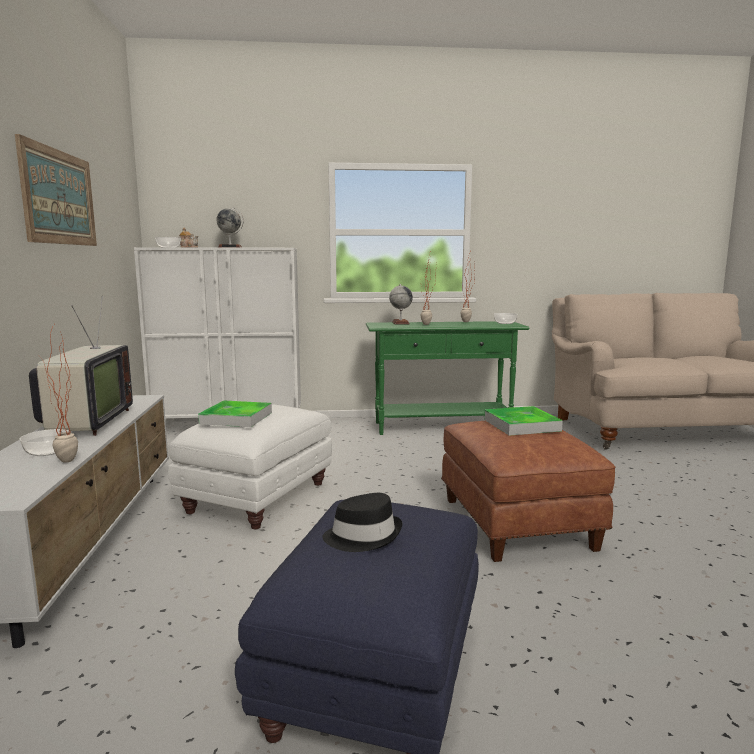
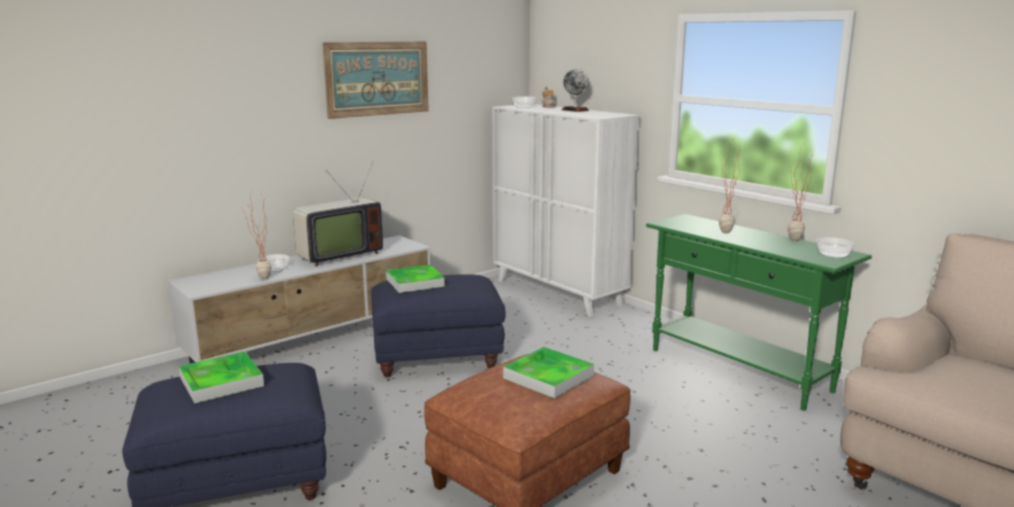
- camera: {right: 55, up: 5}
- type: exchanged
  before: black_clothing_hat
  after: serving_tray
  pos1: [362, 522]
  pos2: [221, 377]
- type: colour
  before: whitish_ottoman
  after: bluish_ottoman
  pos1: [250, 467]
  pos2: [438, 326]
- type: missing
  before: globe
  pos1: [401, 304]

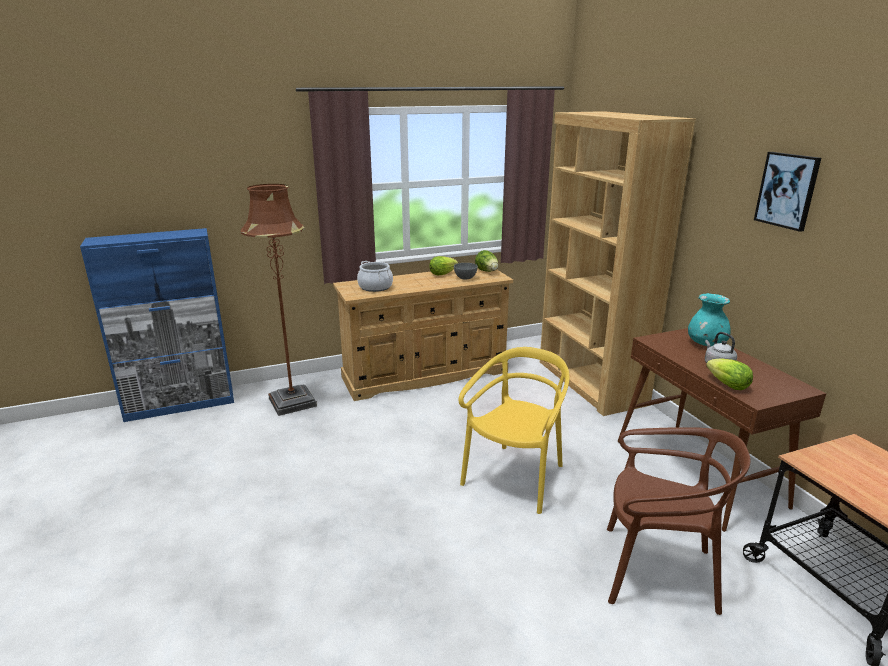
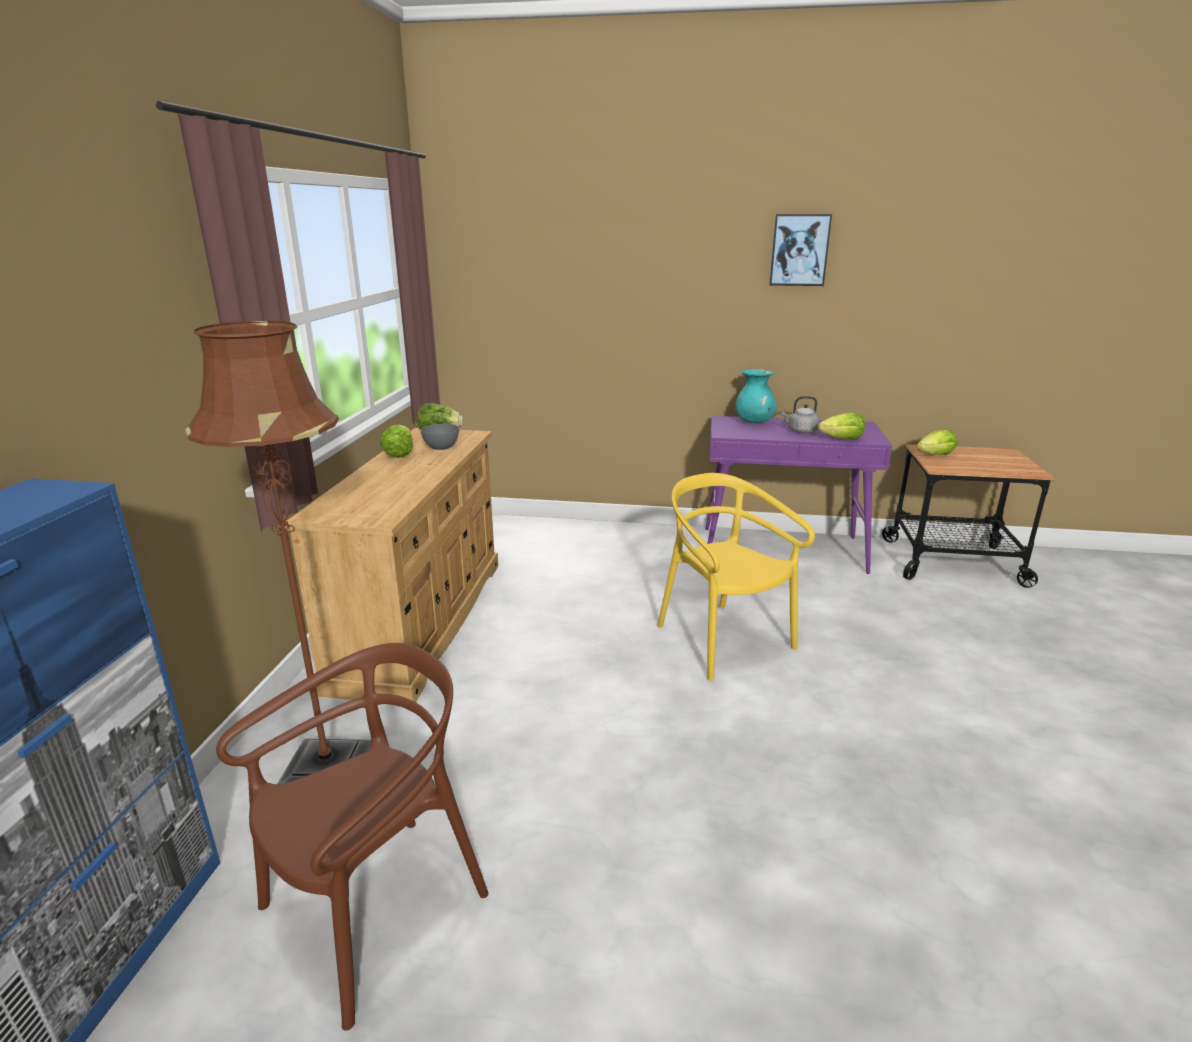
- camera: {right: -60, up: 0}
- type: relocated
  before: brownish_plain_chair
  pos1: [679, 521]
  pos2: [352, 837]
- type: colour
  before: brownish_hall_table
  after: purplish_hall_table
  pos1: [722, 430]
  pos2: [798, 495]
- type: appeared
  after: lettuce
  pos2: [937, 442]
- type: missing
  before: cooking_pot
  pos1: [375, 276]
- type: missing
  before: brownish_shelving_unit
  pos1: [618, 263]

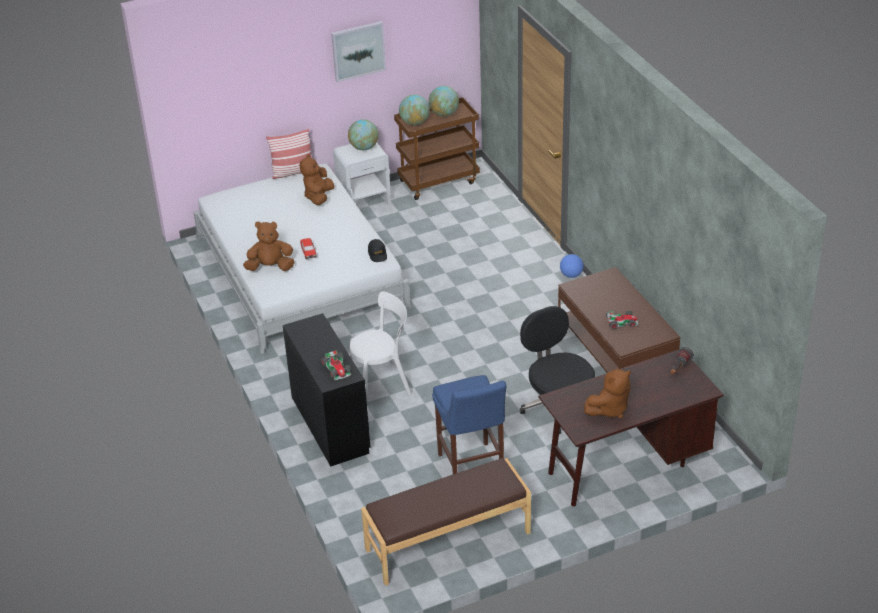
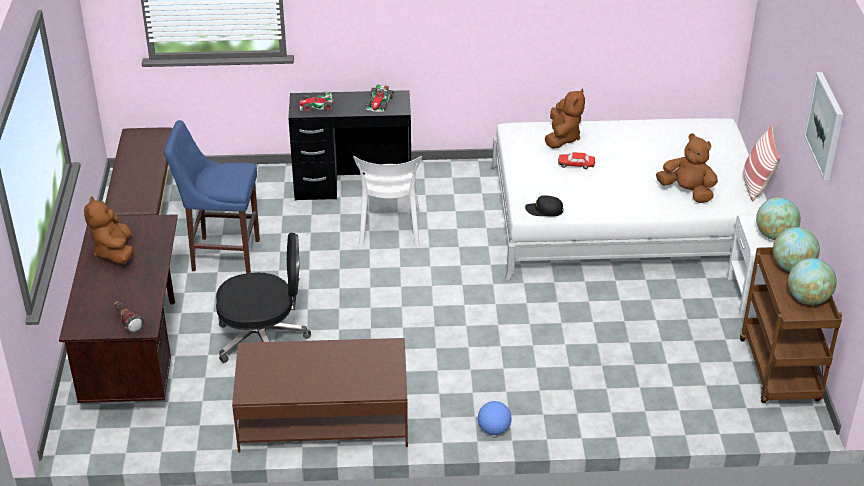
- camera: {right: 110, up: 0}
- type: relocated
  before: model_car
  pos1: [622, 320]
  pos2: [380, 98]

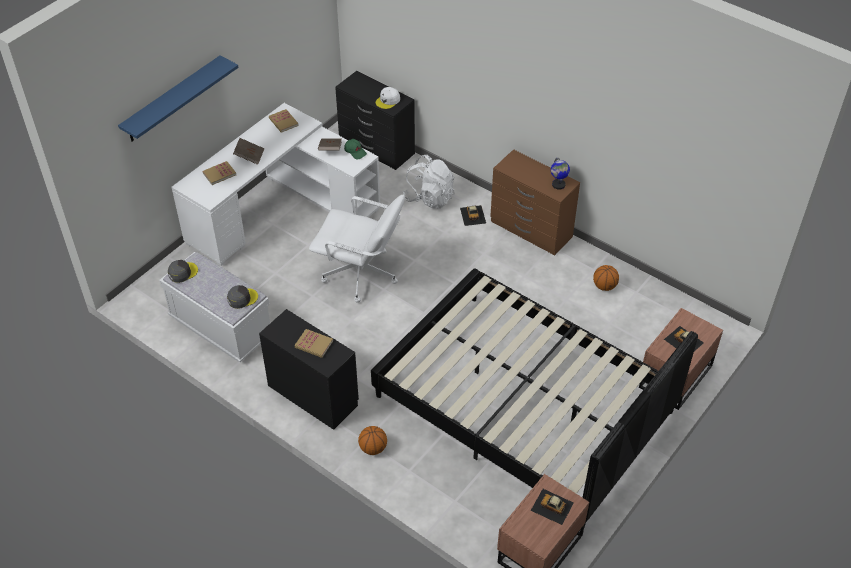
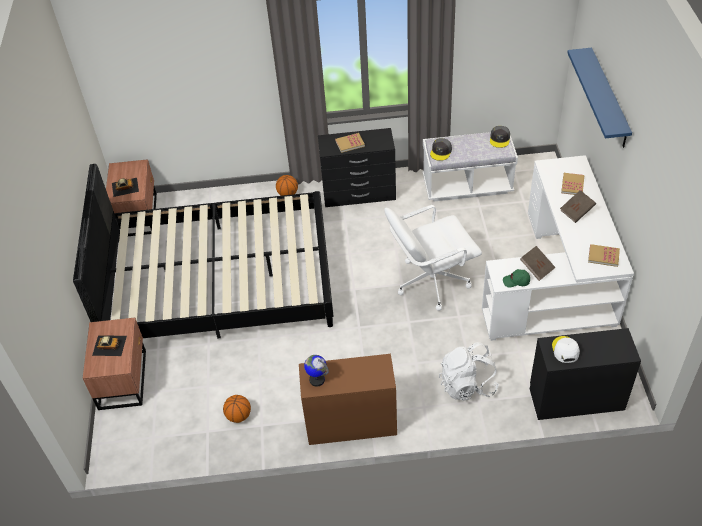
- camera: {right: 140, up: 0}
- type: missing
  before: model_car
  pos1: [473, 215]

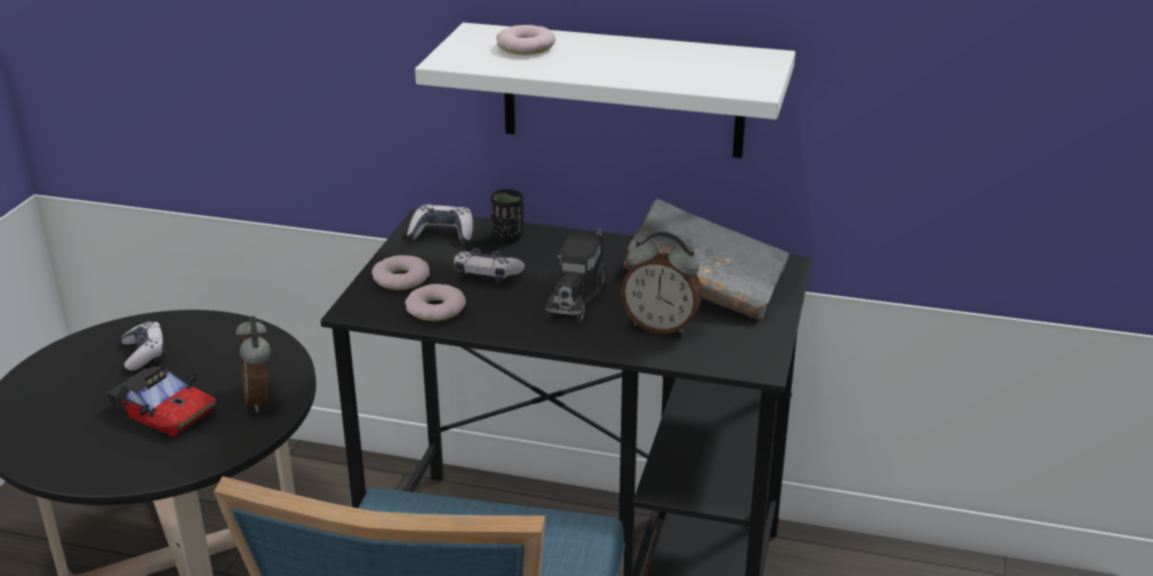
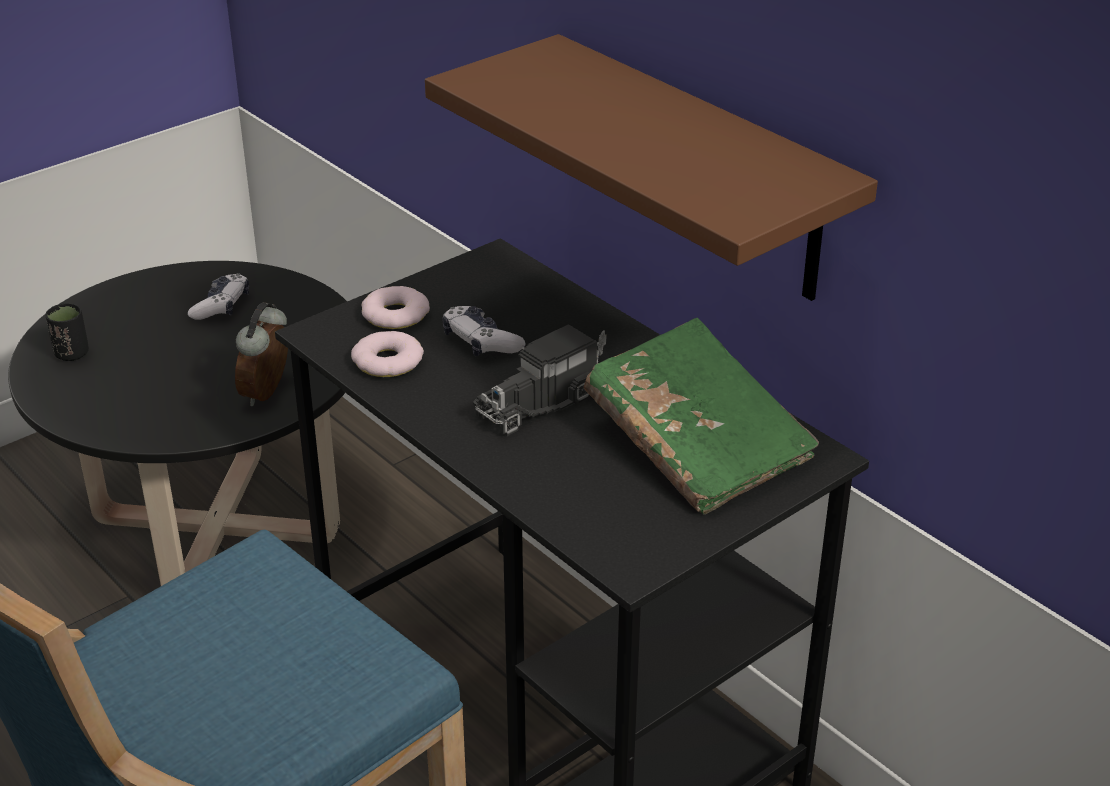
- camera: {right: 35, up: 5}
- type: relocated
  before: black_drinking_cup
  pos1: [507, 215]
  pos2: [67, 332]
- type: colour
  before: whitish_shelf
  after: brownish_shelf
  pos1: [605, 90]
  pos2: [651, 167]
- type: colour
  before: gray_bound_book
  after: green_bound_book
  pos1: [706, 259]
  pos2: [701, 416]
- type: missing
  before: model_car
  pos1: [161, 401]
- type: missing
  before: gamepad
  pos1: [440, 224]
- type: missing
  before: ring_doughnut
  pos1: [526, 40]
- type: missing
  before: alarm_clock
  pos1: [661, 283]

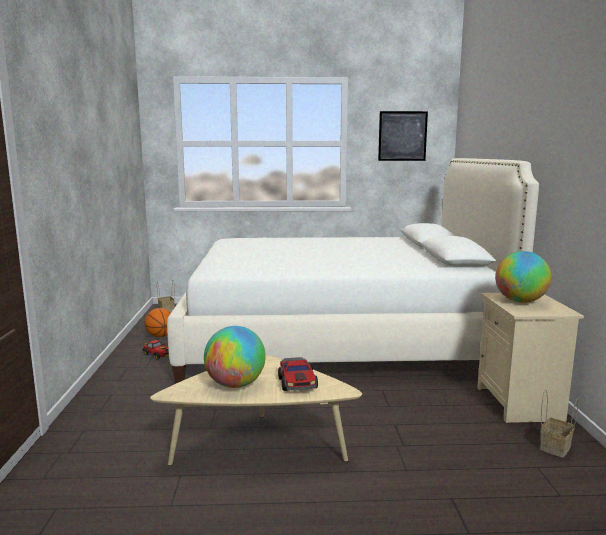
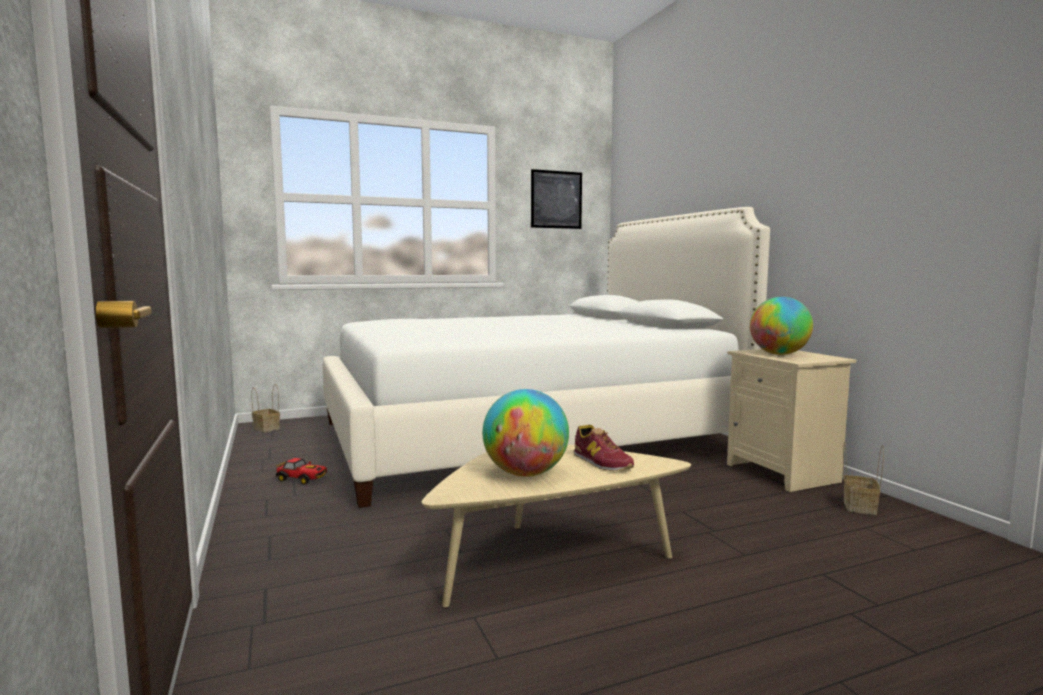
- camera: {right: -20, up: -5}
- type: exchanged
  before: model_car
  after: low_shoe
  pos1: [298, 374]
  pos2: [603, 448]
- type: missing
  before: ball_for_basketball
  pos1: [158, 322]

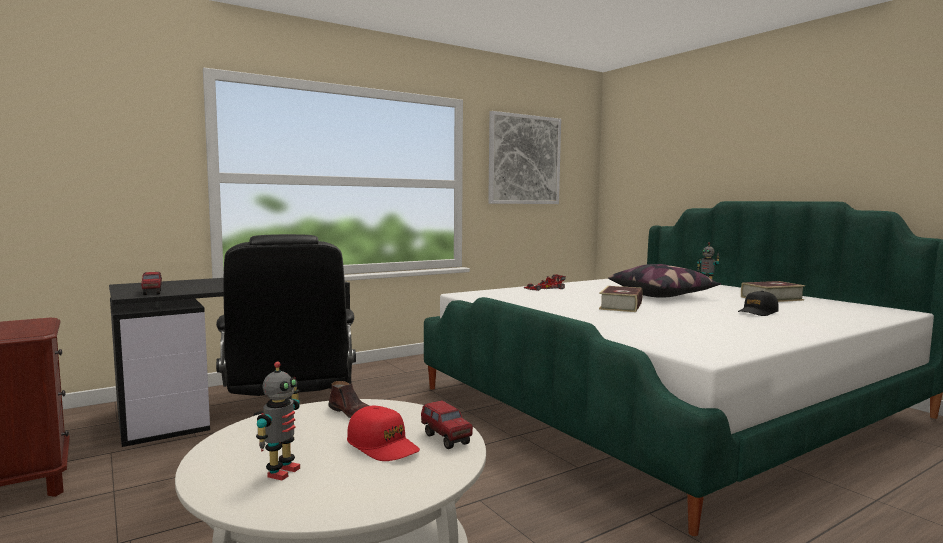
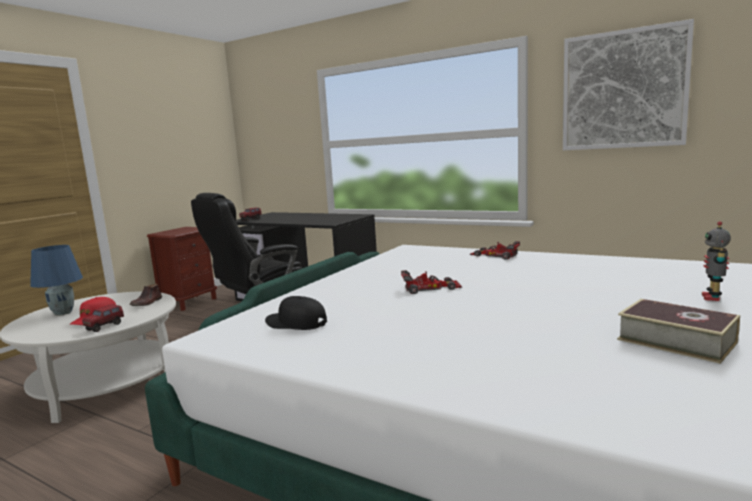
- camera: {right: 65, up: 5}
- type: exchanged
  before: robot_figure
  after: bluish_tabletop_lamp
  pos1: [278, 421]
  pos2: [56, 280]
- type: relocated
  before: black_peaked_cap
  pos1: [758, 303]
  pos2: [296, 313]
- type: exchanged
  before: bound_book
  after: model_car
  pos1: [621, 299]
  pos2: [431, 282]
- type: missing
  before: throw_pillow
  pos1: [664, 281]

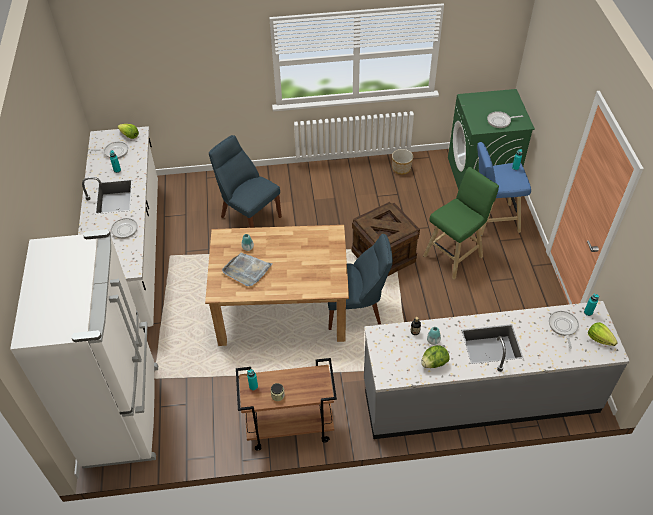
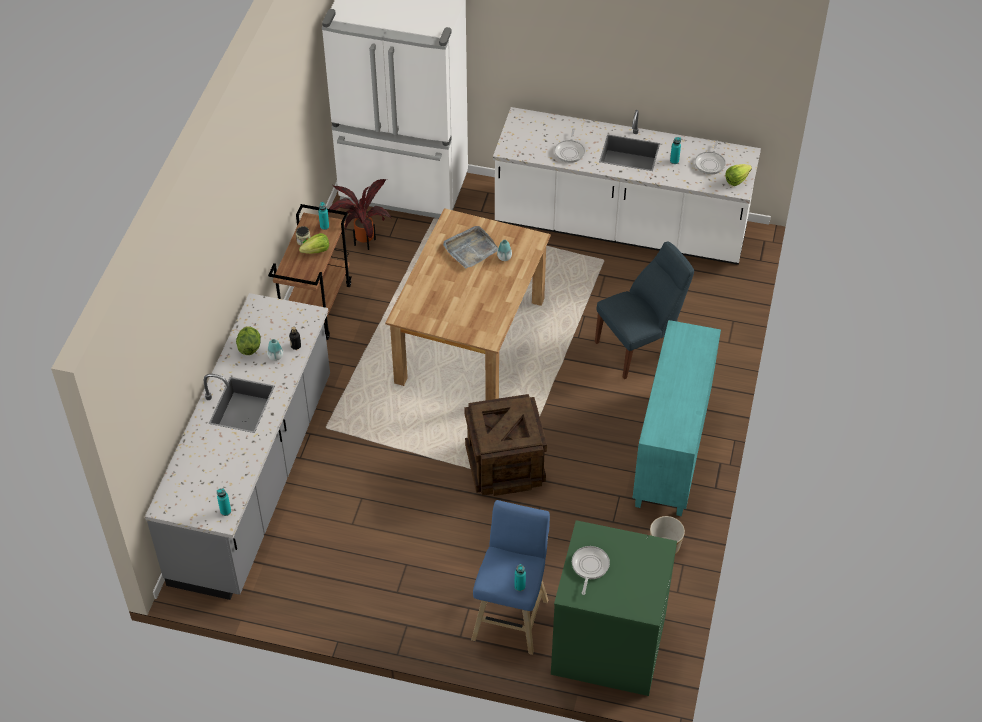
- camera: {right: 110, up: 0}
- type: relocated
  before: lettuce
  pos1: [603, 334]
  pos2: [314, 243]
- type: appeared
  after: houseplant
  pos2: [360, 214]
- type: appeared
  after: turquoise_cupboard
  pos2: [677, 418]
- type: missing
  before: bluish_plain_chair
  pos1: [360, 282]
- type: missing
  before: green_stool_seat
  pos1: [461, 223]
- type: missing
  before: skillet
  pos1: [564, 329]

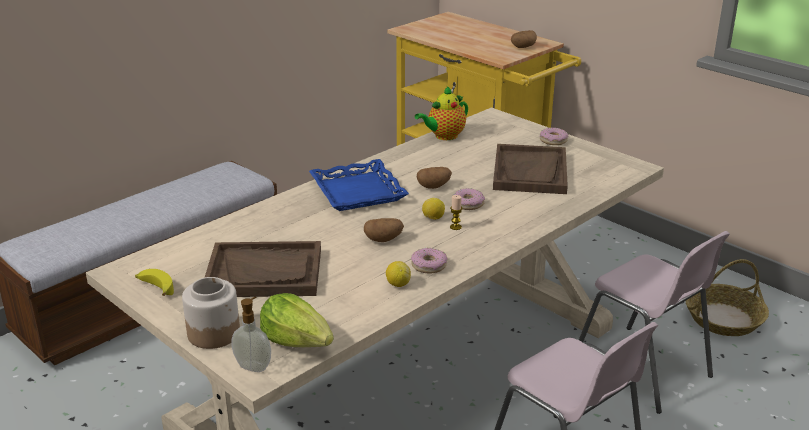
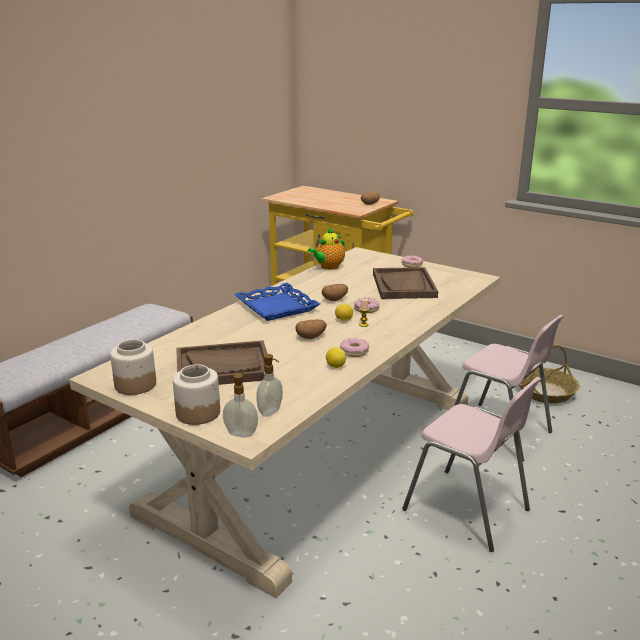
- camera: {right: -10, up: -5}
- type: exchanged
  before: whole_banana
  after: jar
  pos1: [154, 282]
  pos2: [133, 367]
- type: exchanged
  before: lettuce
  after: soap_bottle
  pos1: [297, 320]
  pos2: [269, 385]

